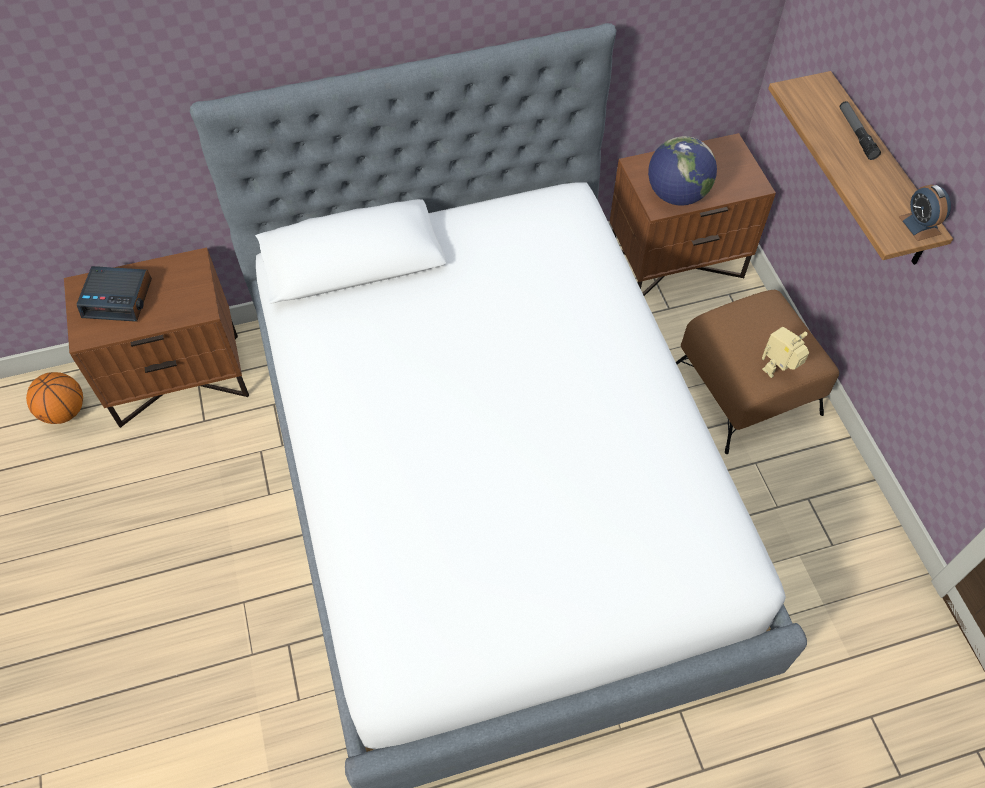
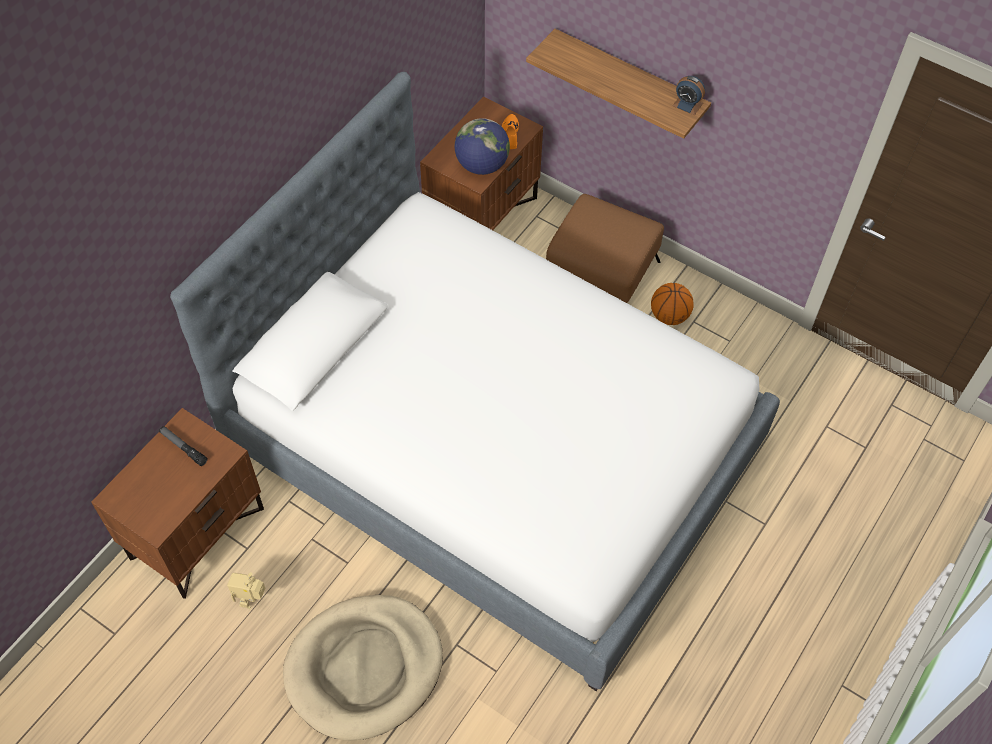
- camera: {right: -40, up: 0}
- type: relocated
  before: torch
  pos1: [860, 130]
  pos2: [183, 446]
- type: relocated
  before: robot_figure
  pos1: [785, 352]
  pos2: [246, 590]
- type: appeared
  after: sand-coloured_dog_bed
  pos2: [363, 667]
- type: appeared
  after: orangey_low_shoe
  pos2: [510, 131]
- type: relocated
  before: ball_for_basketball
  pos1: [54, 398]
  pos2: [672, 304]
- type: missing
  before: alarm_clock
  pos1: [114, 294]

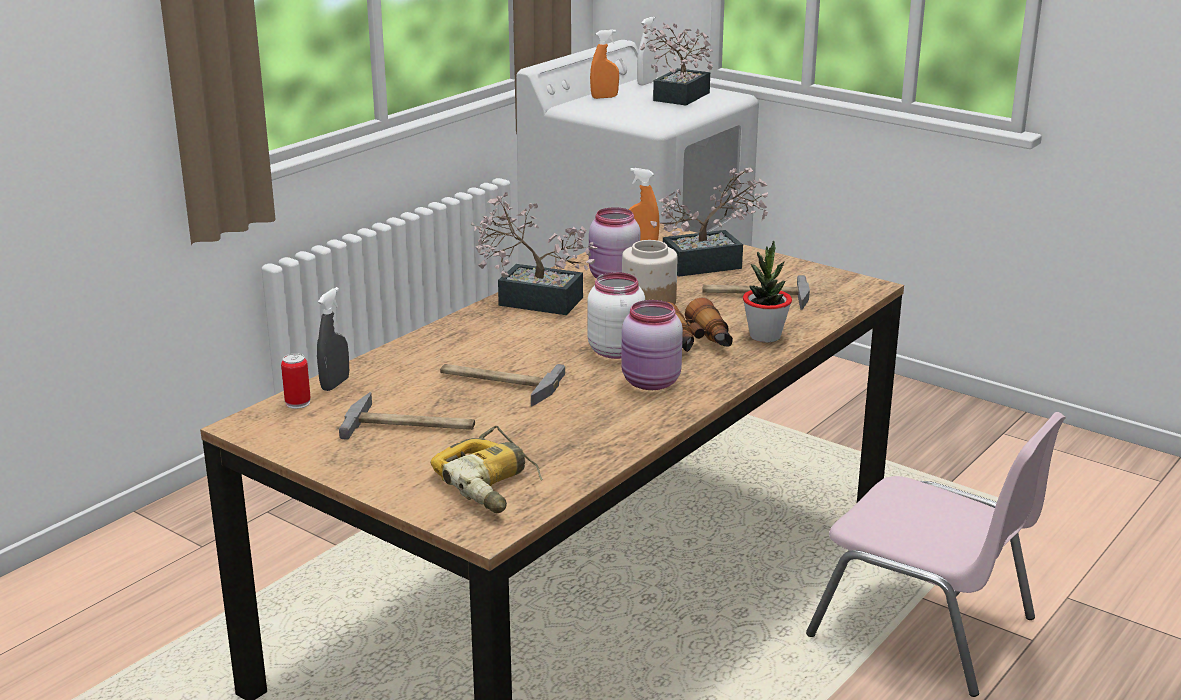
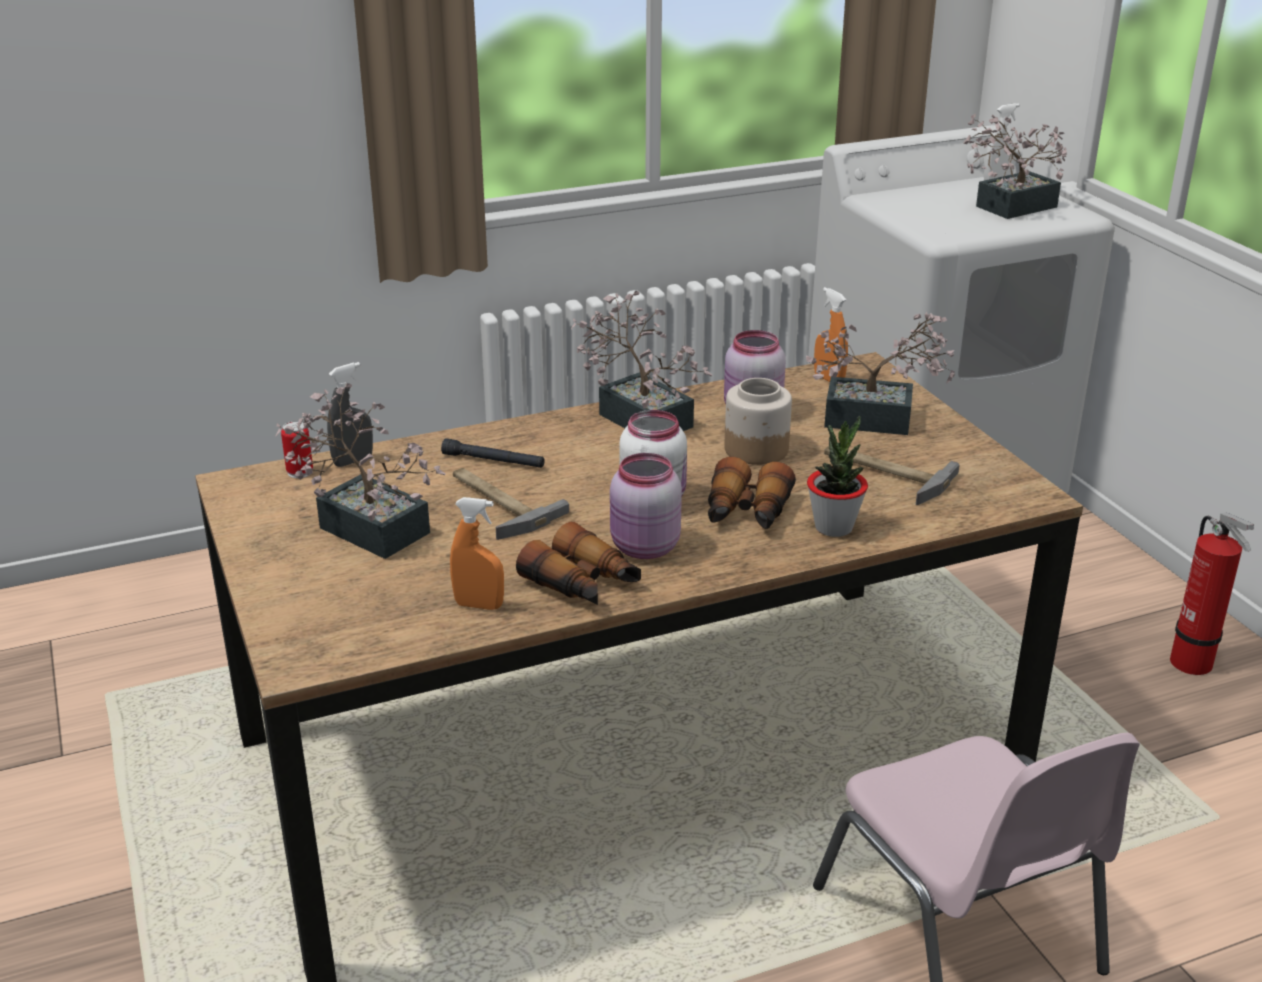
- camera: {right: 30, up: 5}
- type: exchanged
  before: hammer
  after: houseplant
  pos1: [407, 416]
  pos2: [360, 471]
- type: appeared
  after: black_torch
  pos2: [493, 453]
- type: relocated
  before: orangey_hand_sprayer
  pos1: [604, 64]
  pos2: [477, 553]
- type: appeared
  after: pair_of_binoculars
  pos2: [578, 563]
- type: appeared
  after: extinguisher
  pos2: [1212, 594]
- type: missing
  before: drill
  pos1: [487, 469]

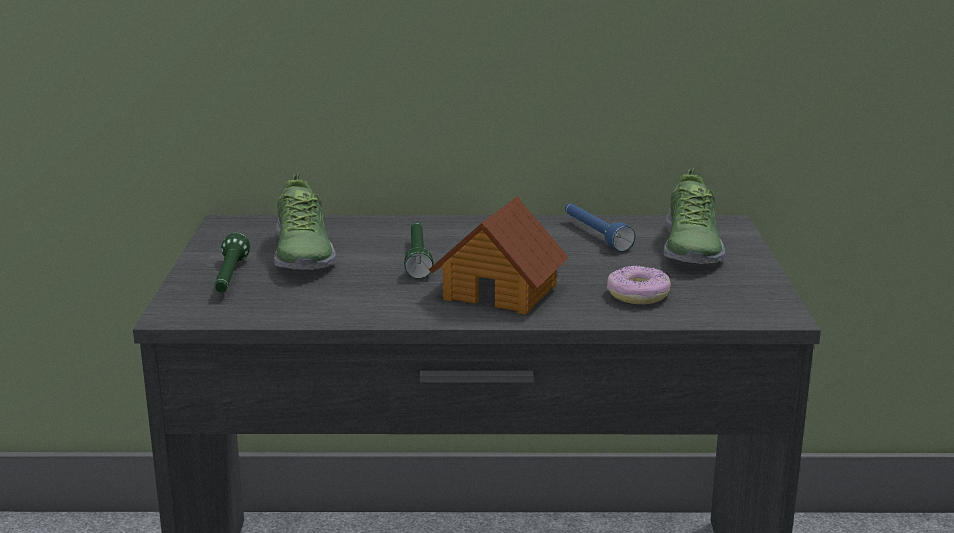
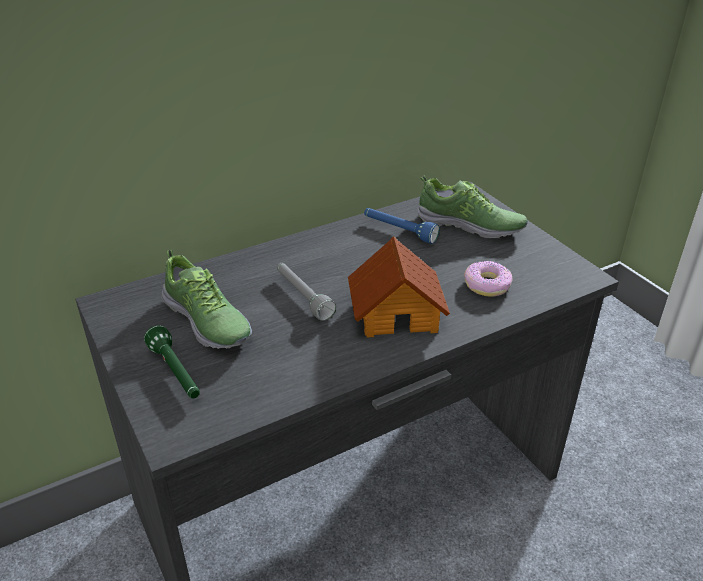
- camera: {right: -30, up: 15}
- type: colour
  before: green_torch
  after: gray_torch
  pos1: [418, 250]
  pos2: [306, 292]
- type: spun
  before: low_shoe
  pos1: [694, 216]
  pos2: [472, 206]
  turn: -45

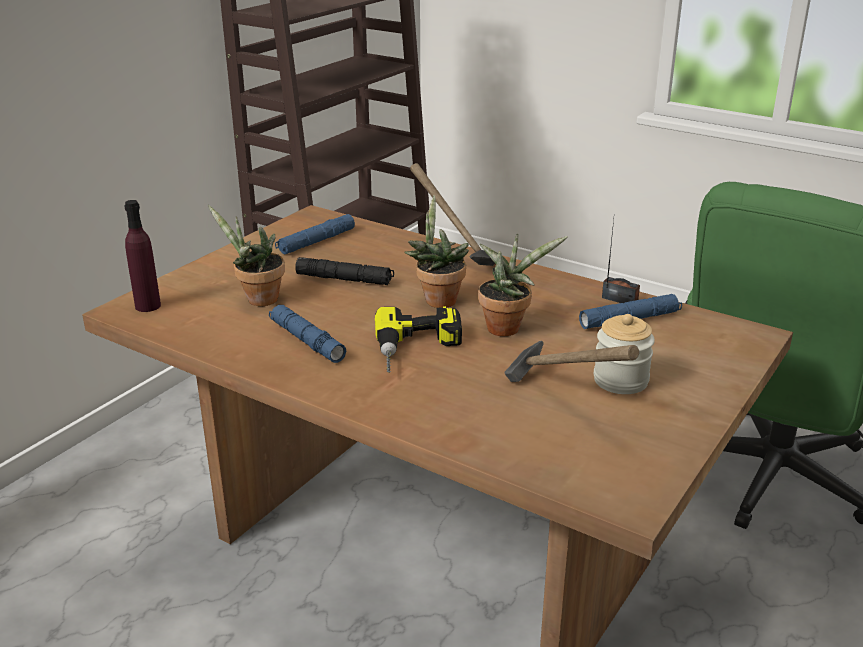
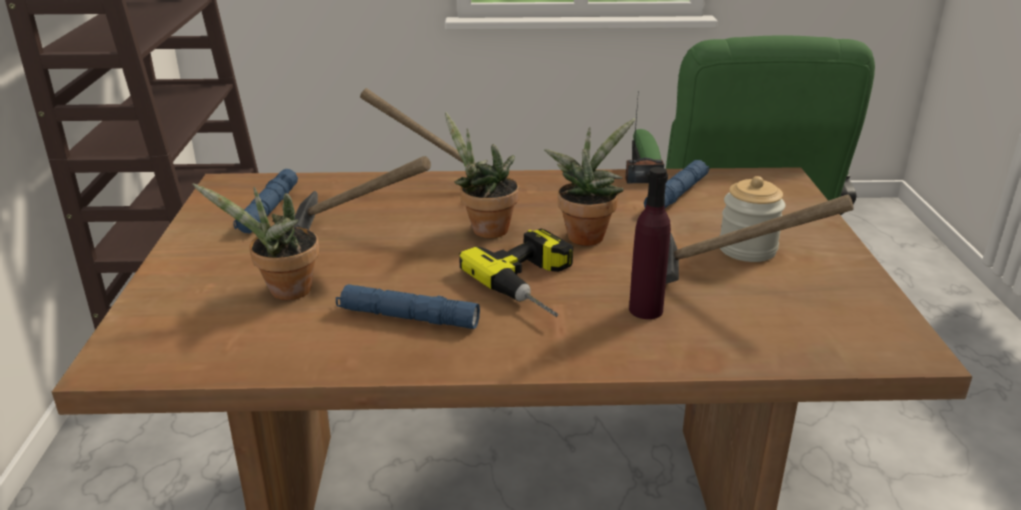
- camera: {right: -35, up: 0}
- type: exchanged
  before: black_torch
  after: hammer
  pos1: [344, 271]
  pos2: [362, 193]
- type: relocated
  before: purplish_drink_bottle
  pos1: [143, 256]
  pos2: [650, 243]

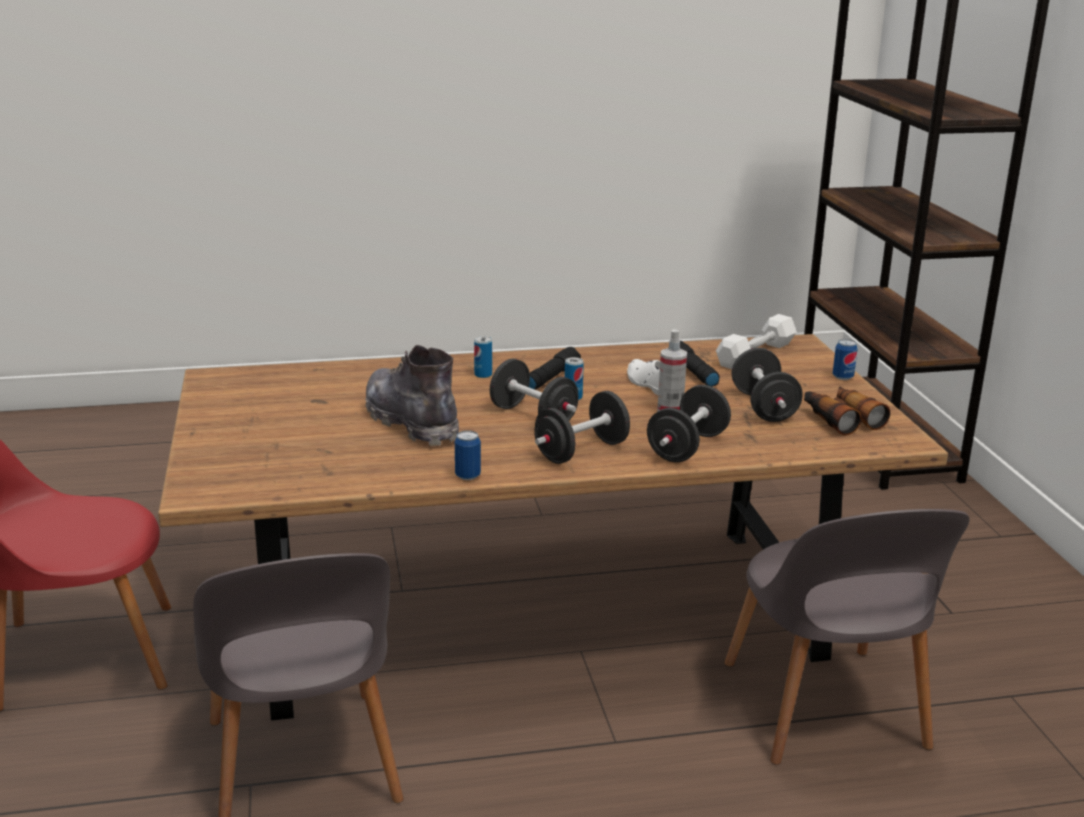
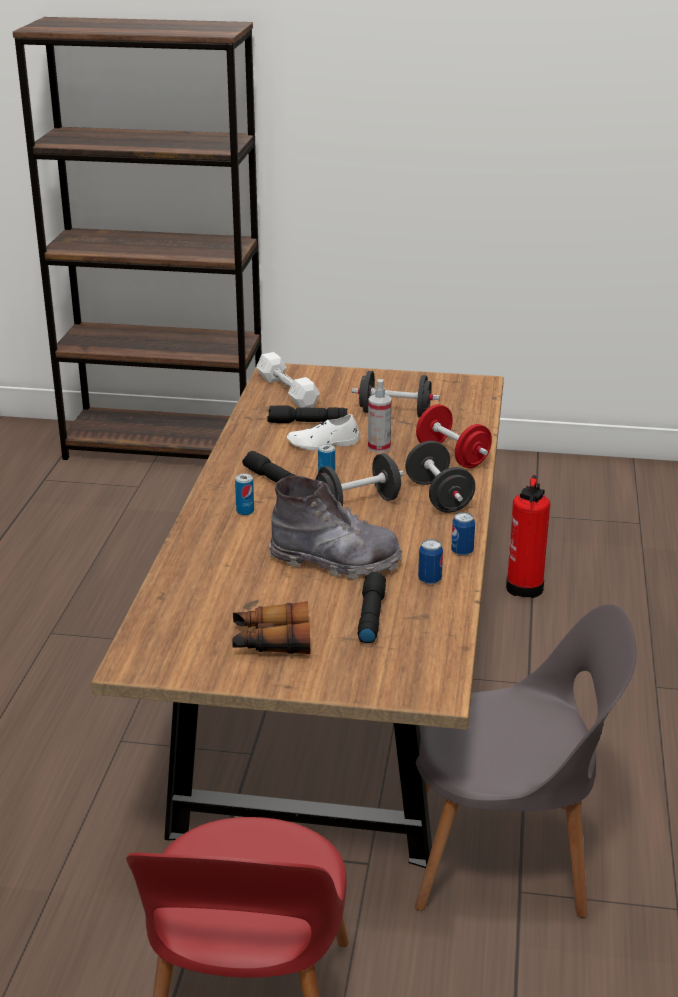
- camera: {right: -70, up: 5}
- type: relocated
  before: pair_of_binoculars
  pos1: [847, 410]
  pos2: [271, 627]
- type: spun
  before: gray_boot
  pos1: [412, 395]
  pos2: [335, 528]
  turn: -150
- type: appeared
  after: black_torch
  pos2: [372, 607]
- type: colour
  before: black_dumbbell
  after: red_dumbbell
  pos1: [689, 423]
  pos2: [454, 436]
- type: relocated
  before: metal_can
  pos1: [845, 359]
  pos2: [430, 561]
- type: exchanged
  before: gray_plain_chair
  after: extinguisher
  pos1: [847, 637]
  pos2: [528, 536]

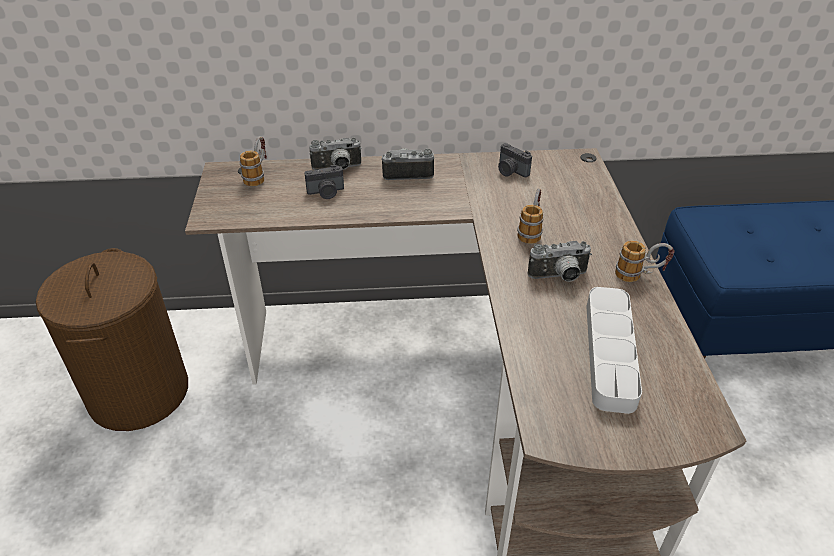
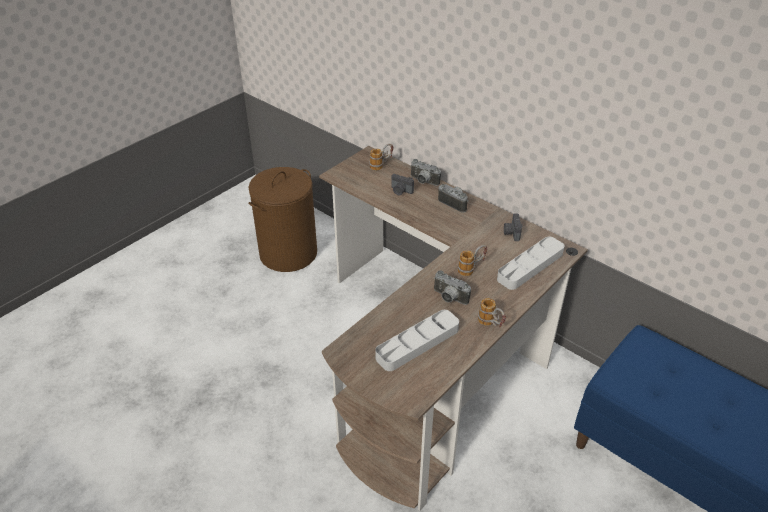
- camera: {right: 45, up: 0}
- type: appeared
  after: gray_serving_tray
  pos2: [531, 263]

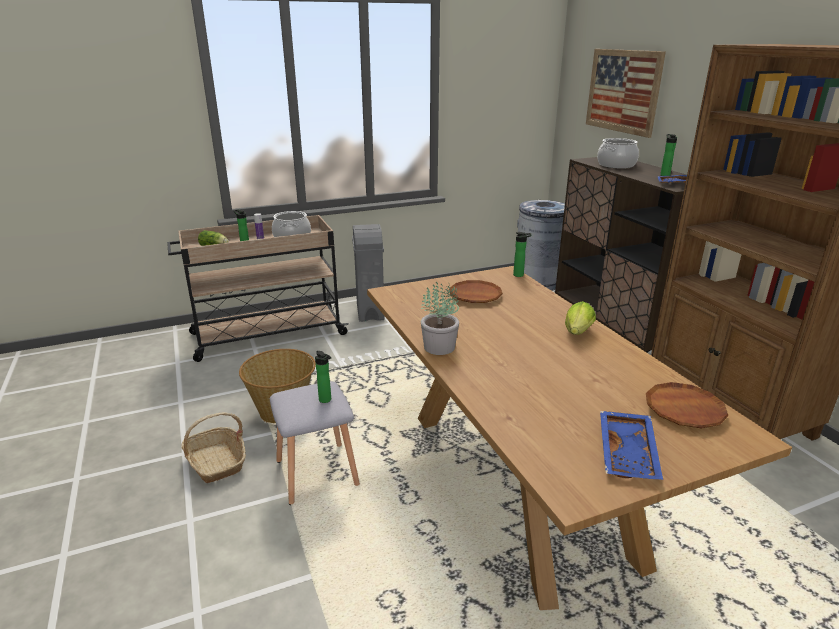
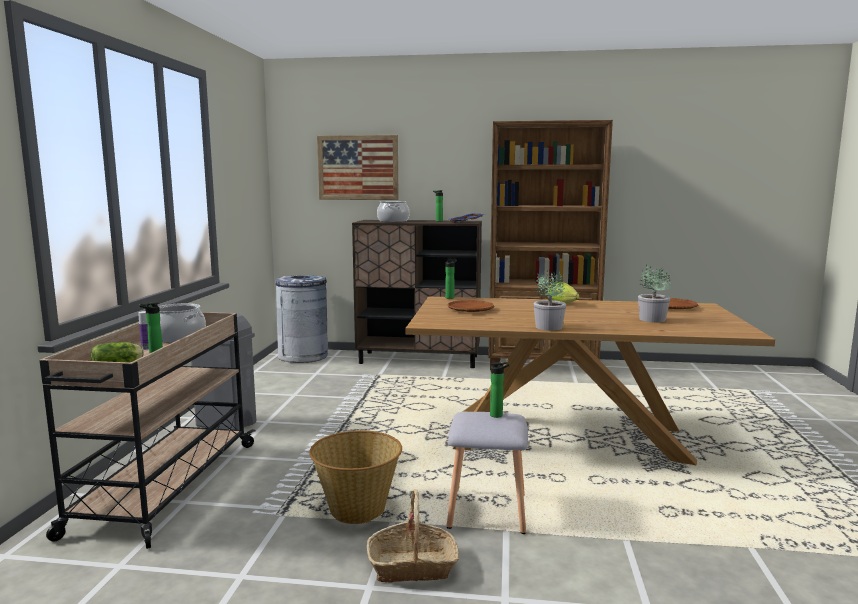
- camera: {right: -60, up: -15}
- type: appeared
  after: houseplant
  pos2: [654, 293]
- type: missing
  before: bluish_serving_tray
  pos1: [631, 445]

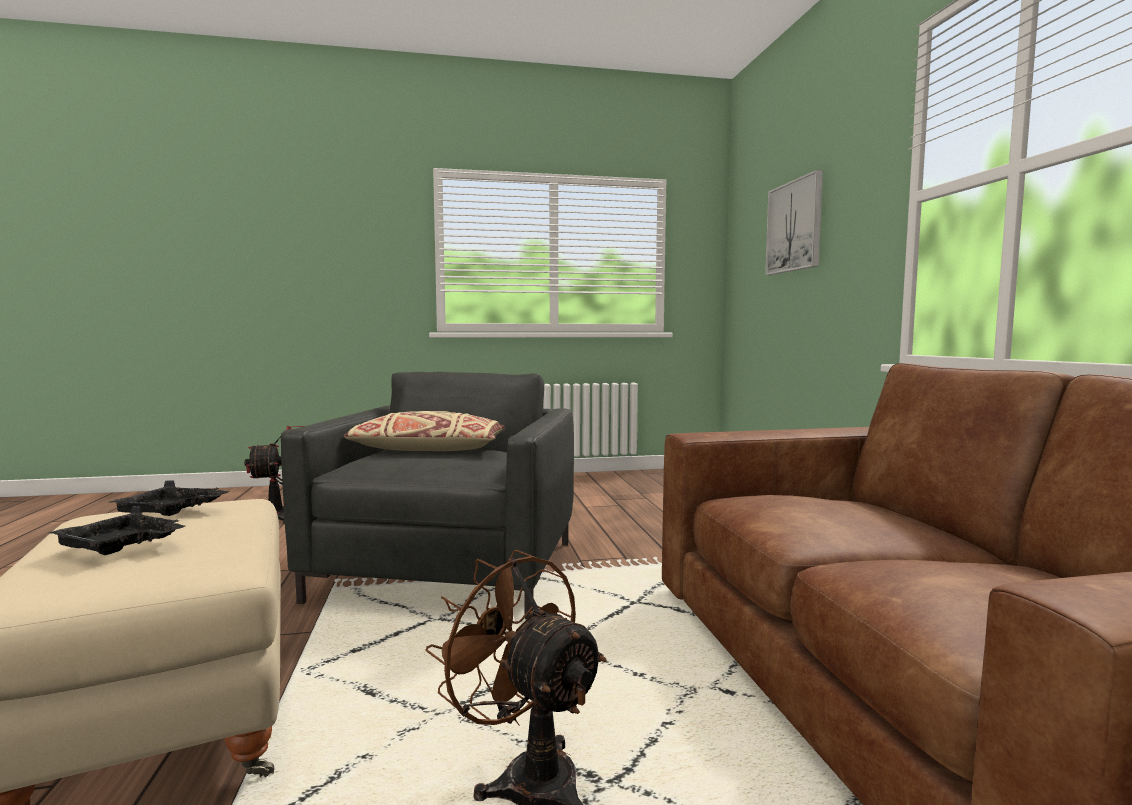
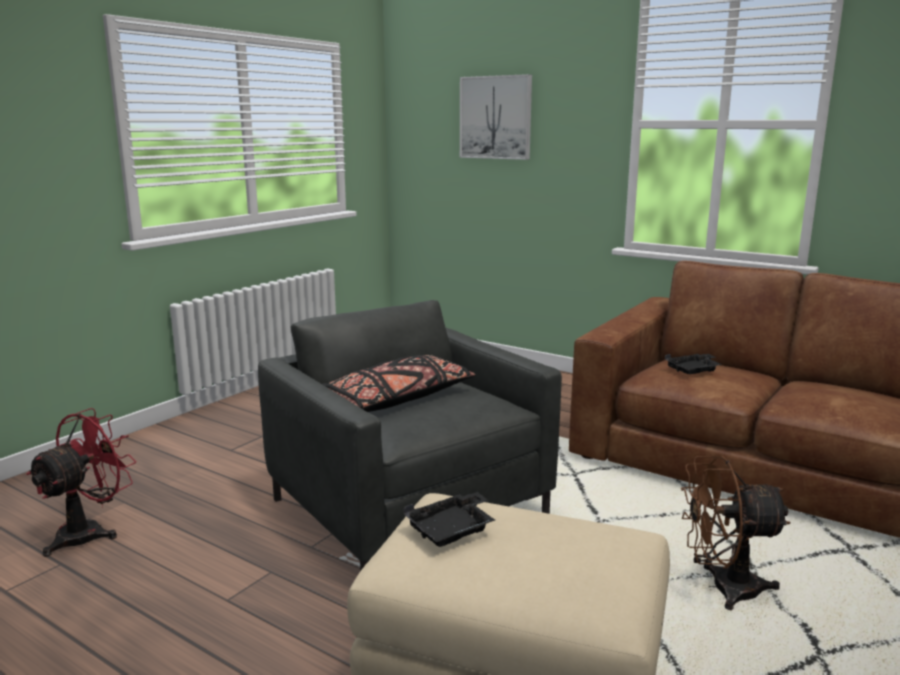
- camera: {right: -45, up: 10}
- type: colour
  before: sand-coloured_throw_pillow
  after: black_throw_pillow
  pos1: [424, 431]
  pos2: [399, 383]
- type: relocated
  before: black_serving_tray
  pos1: [116, 530]
  pos2: [693, 364]

